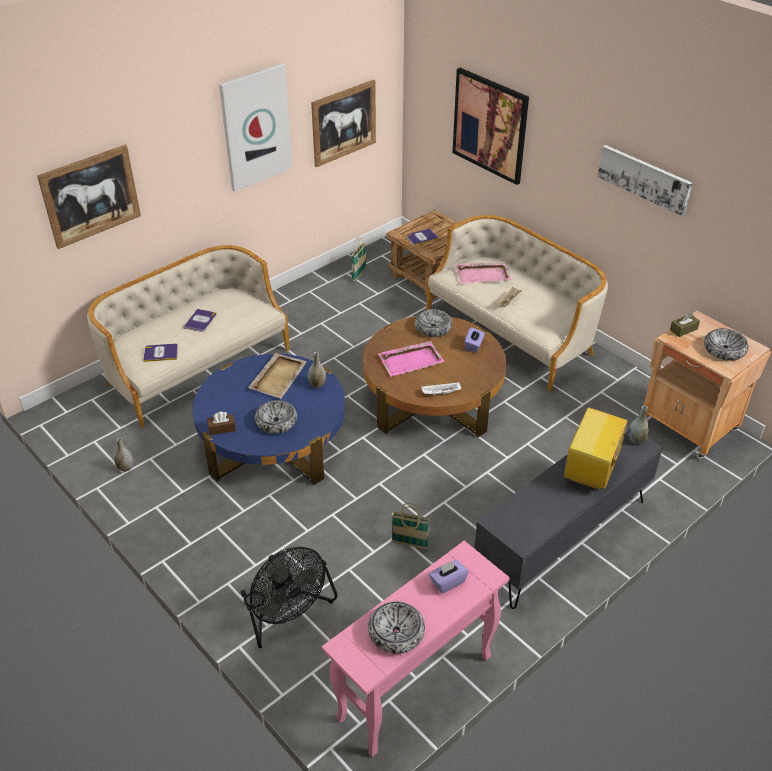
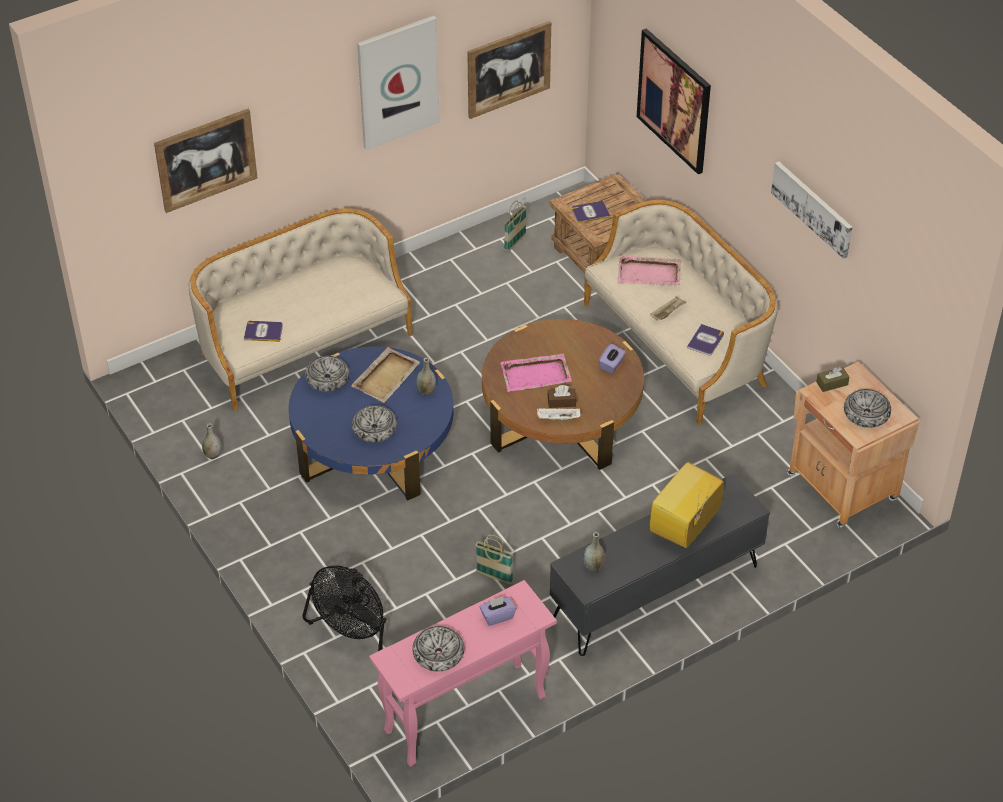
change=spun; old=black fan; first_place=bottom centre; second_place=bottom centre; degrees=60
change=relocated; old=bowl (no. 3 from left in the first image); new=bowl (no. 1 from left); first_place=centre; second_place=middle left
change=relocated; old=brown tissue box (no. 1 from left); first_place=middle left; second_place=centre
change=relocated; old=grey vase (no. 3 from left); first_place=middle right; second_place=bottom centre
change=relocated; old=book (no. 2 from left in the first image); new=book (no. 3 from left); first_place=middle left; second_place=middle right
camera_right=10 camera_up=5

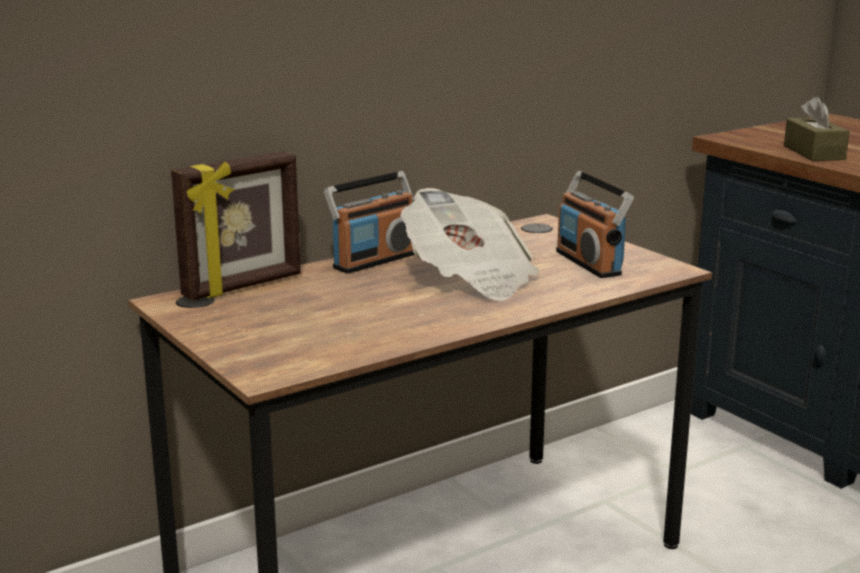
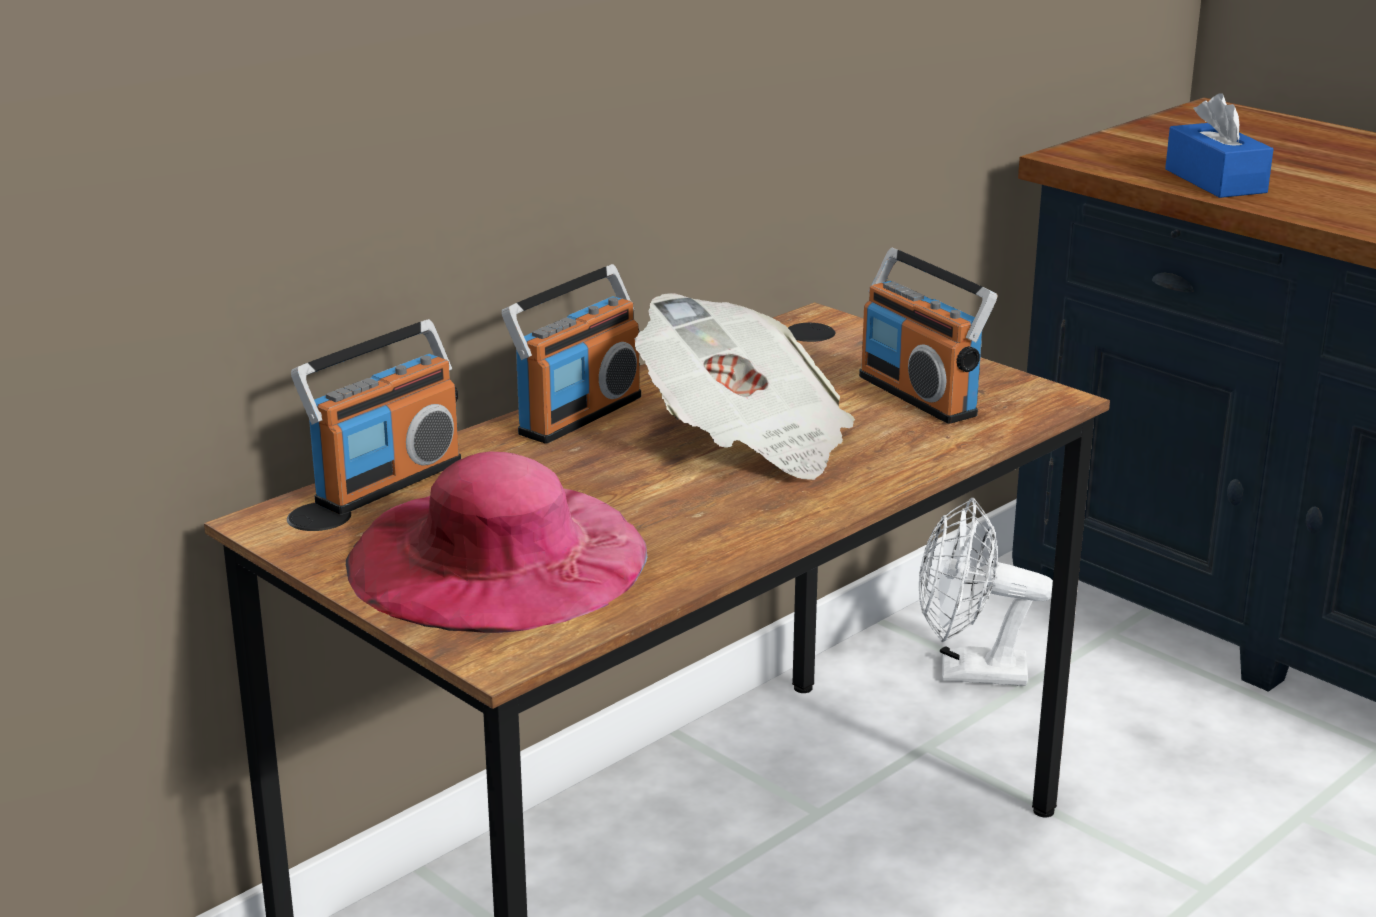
change=exchanged; old=picture frame; new=radio (no. 1 from left); first_place=middle left; second_place=middle left
change=appeared; new=pink hat; second_place=centre
change=appeared; new=white fan; second_place=middle right
change=colour; old=brown tissue box; new=blue tissue box; first_place=top right; second_place=top right
camera_right=-10 camera_up=5

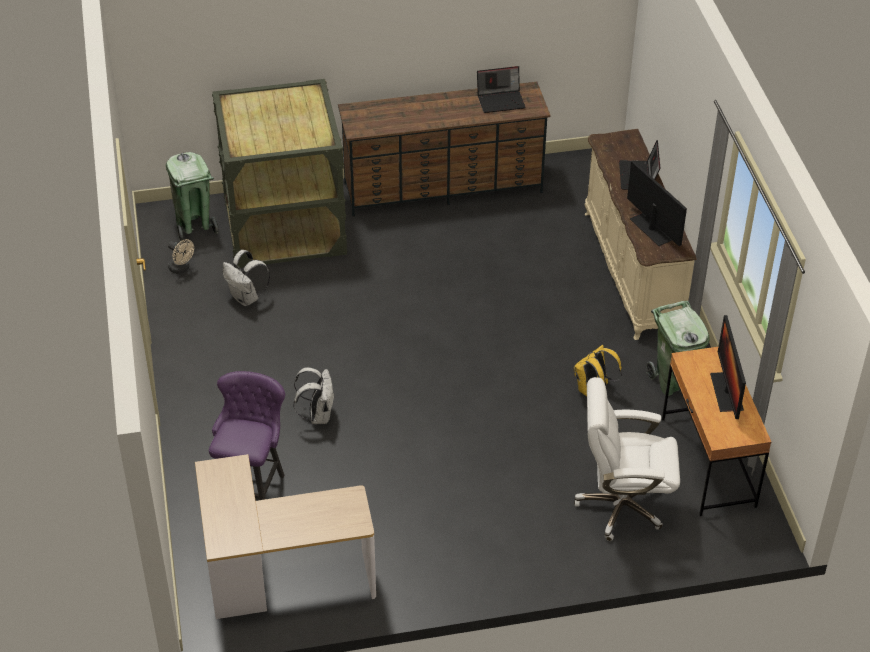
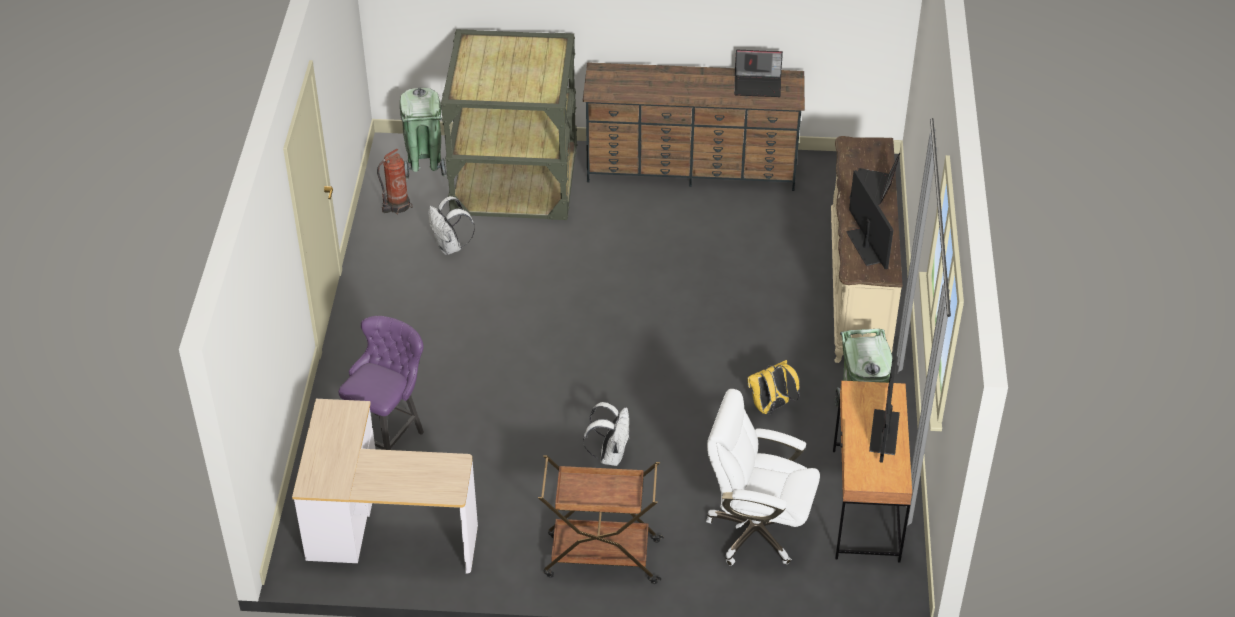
change=exchanged; old=beige fan; new=fire extinguisher; first_place=middle left; second_place=top left
change=appeared; new=brown cart; second_place=bottom centre
change=relocated; old=white backpack (no. 2 from left); first_place=centre; second_place=bottom centre
camera_right=15 camera_up=0

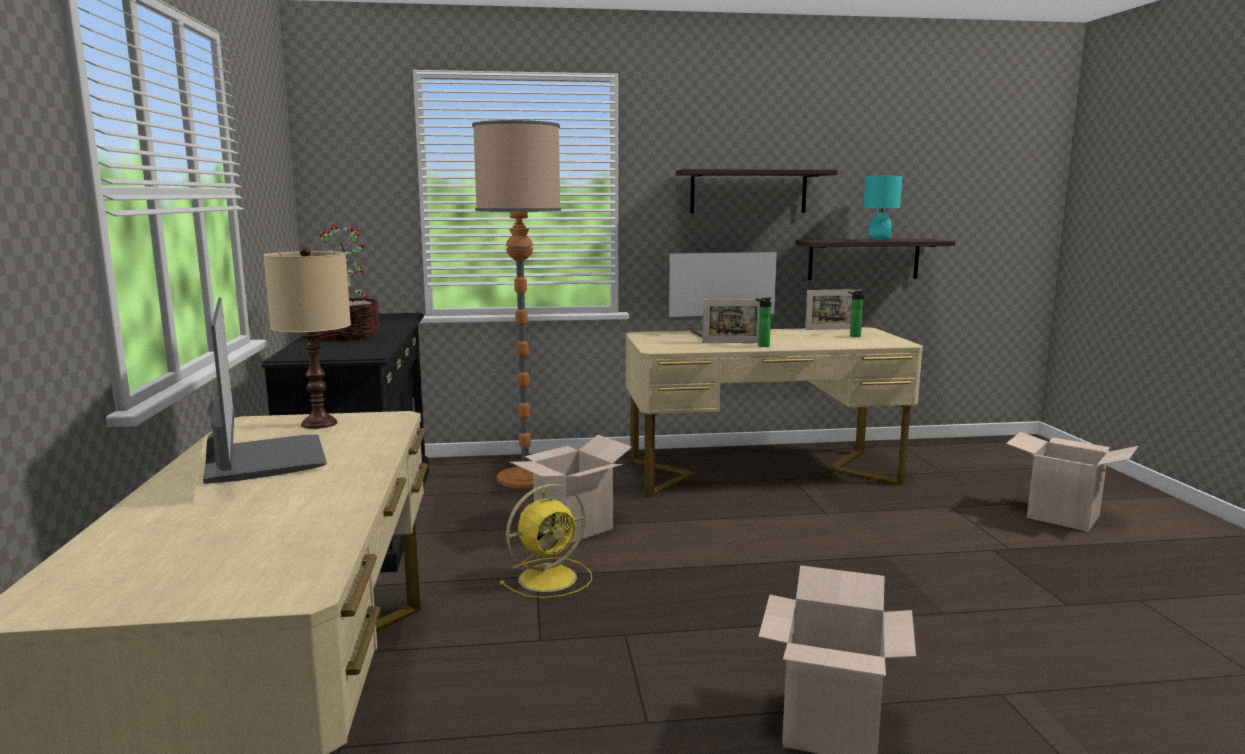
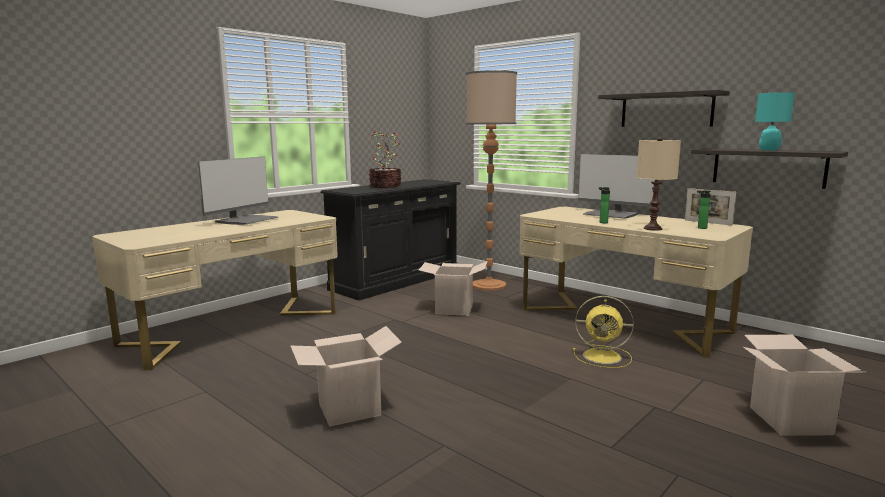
change=relocated; old=yellow fan; first_place=bottom centre; second_place=bottom right
change=relocated; old=beige table lamp; first_place=middle left; second_place=middle right
change=missing; old=picture frame (no. 1 from left); first_place=centre
camera_right=50 camera_up=0

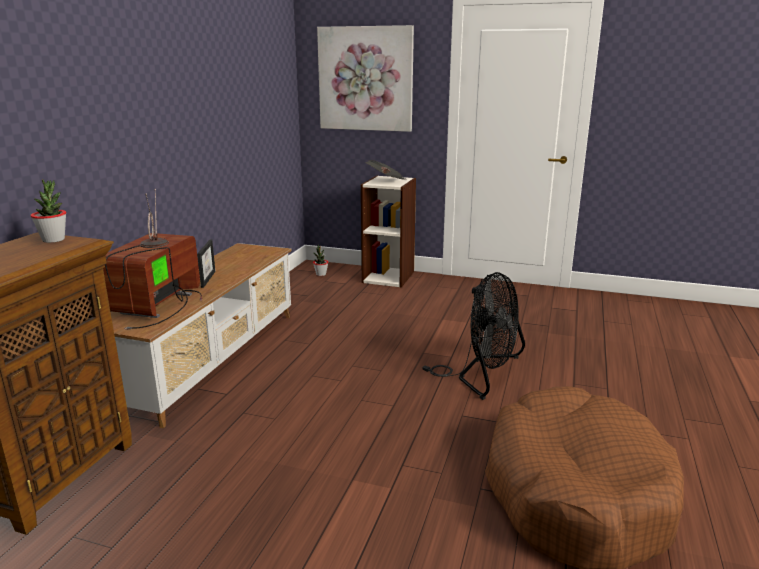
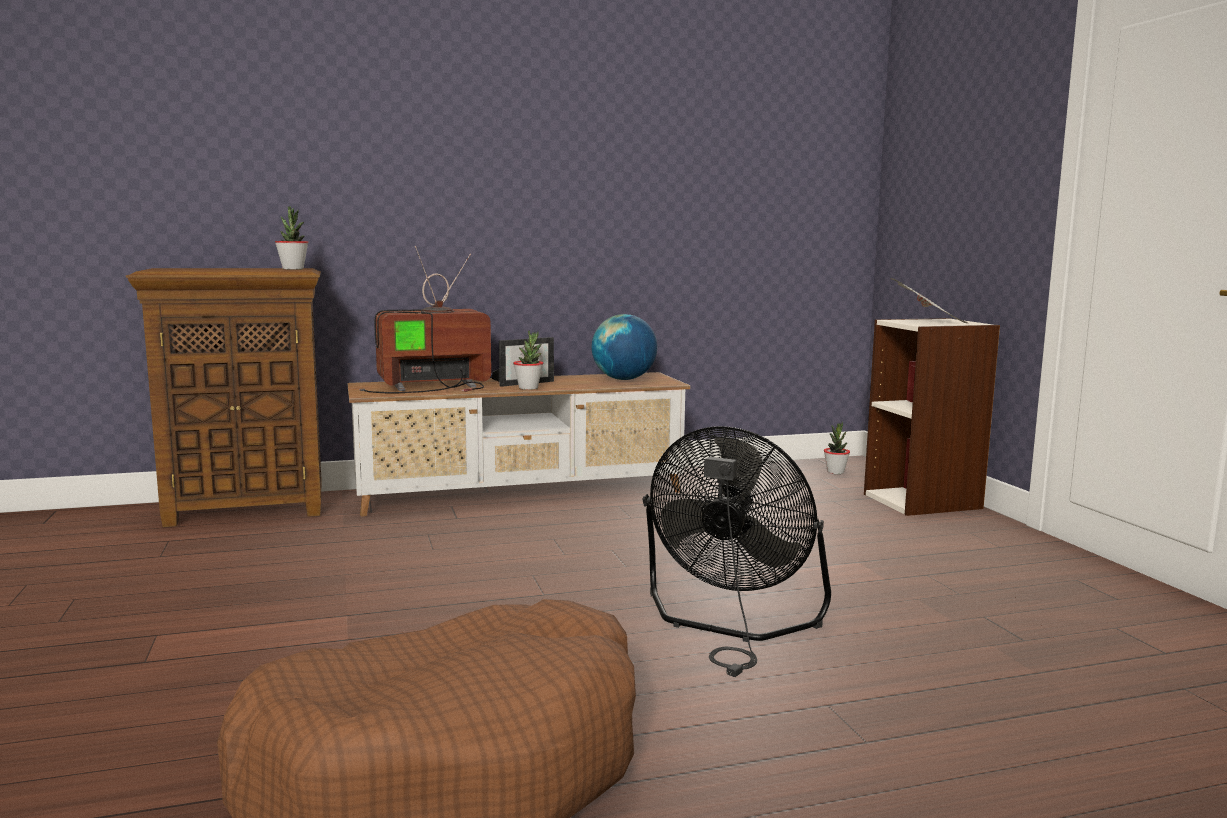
change=appeared; new=potted plant (no. 2 from left); second_place=centre
change=appeared; new=globe; second_place=centre
change=spun; old=black fan; first_place=centre; second_place=bottom centre; degrees=-150
change=missing; old=picture; first_place=top centre
camera_right=55 camera_up=-10

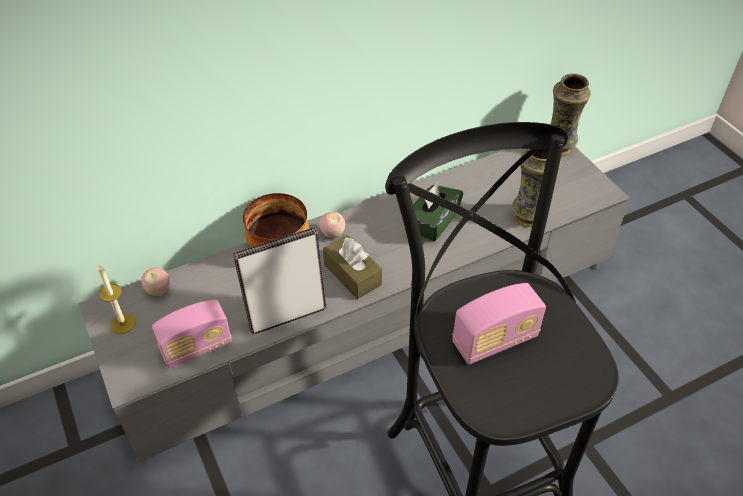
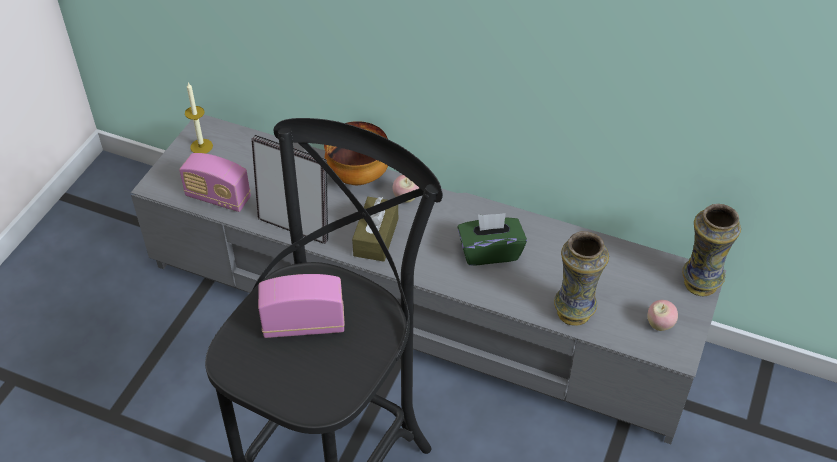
change=spun; old=radio (no. 2 from left); first_place=middle right; second_place=centre; degrees=150
change=relocated; old=apple (no. 1 from left in the first image); new=apple (no. 2 from left); first_place=middle left; second_place=bottom right
camera_right=50 camera_up=0

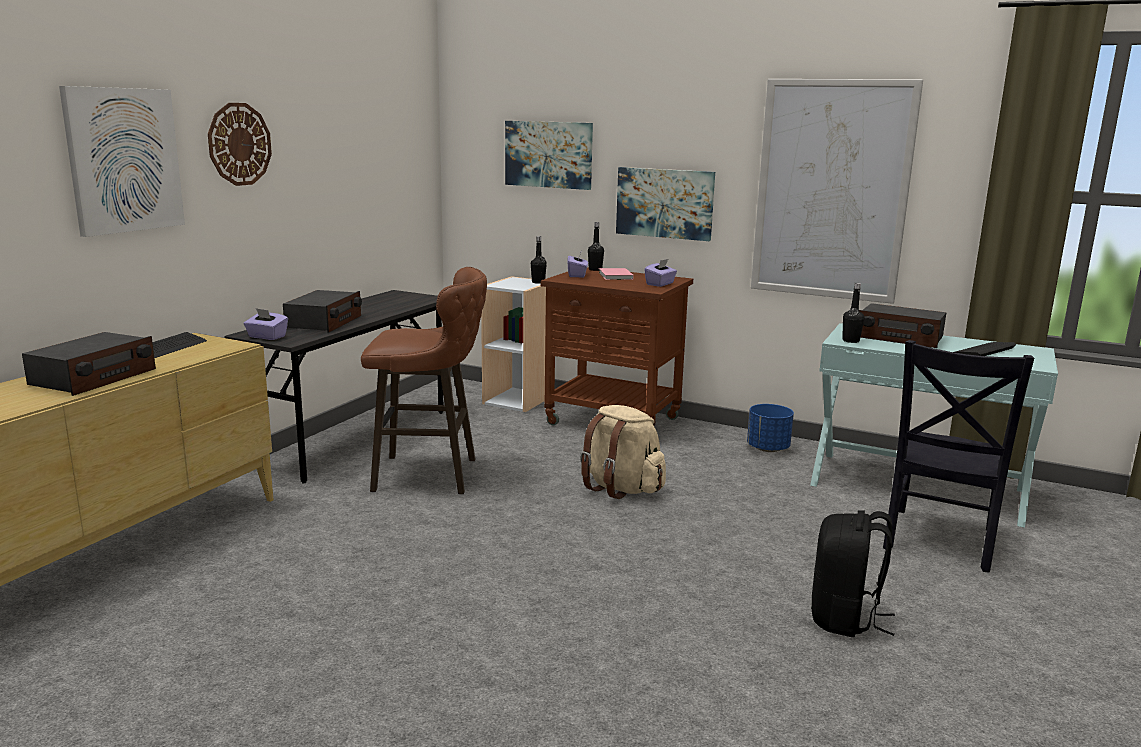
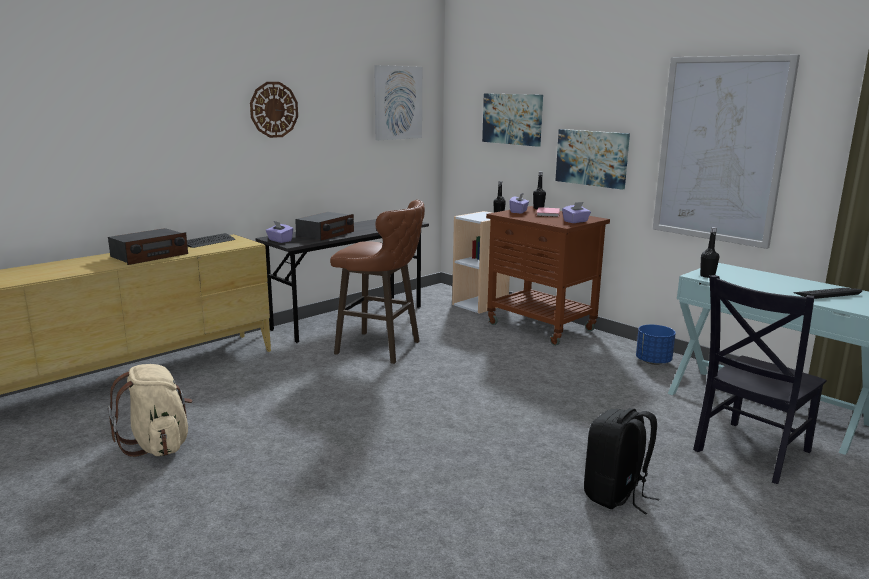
change=relocated; old=beige backpack; first_place=centre; second_place=bottom left
change=relocated; old=picture (no. 1 from left); first_place=top left; second_place=top centre
change=missing; old=radio (no. 3 from left); first_place=middle right
camera_right=20 camera_up=0

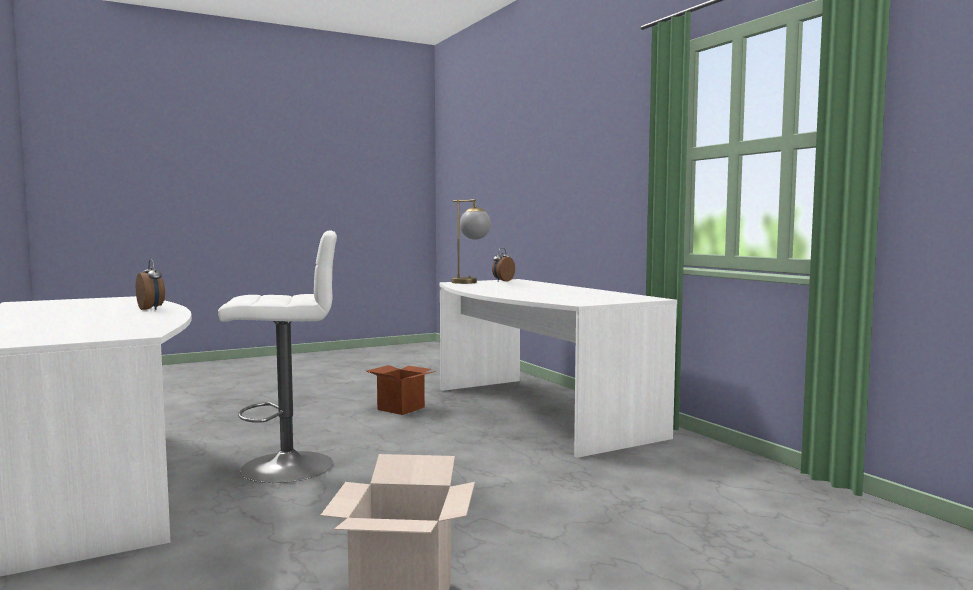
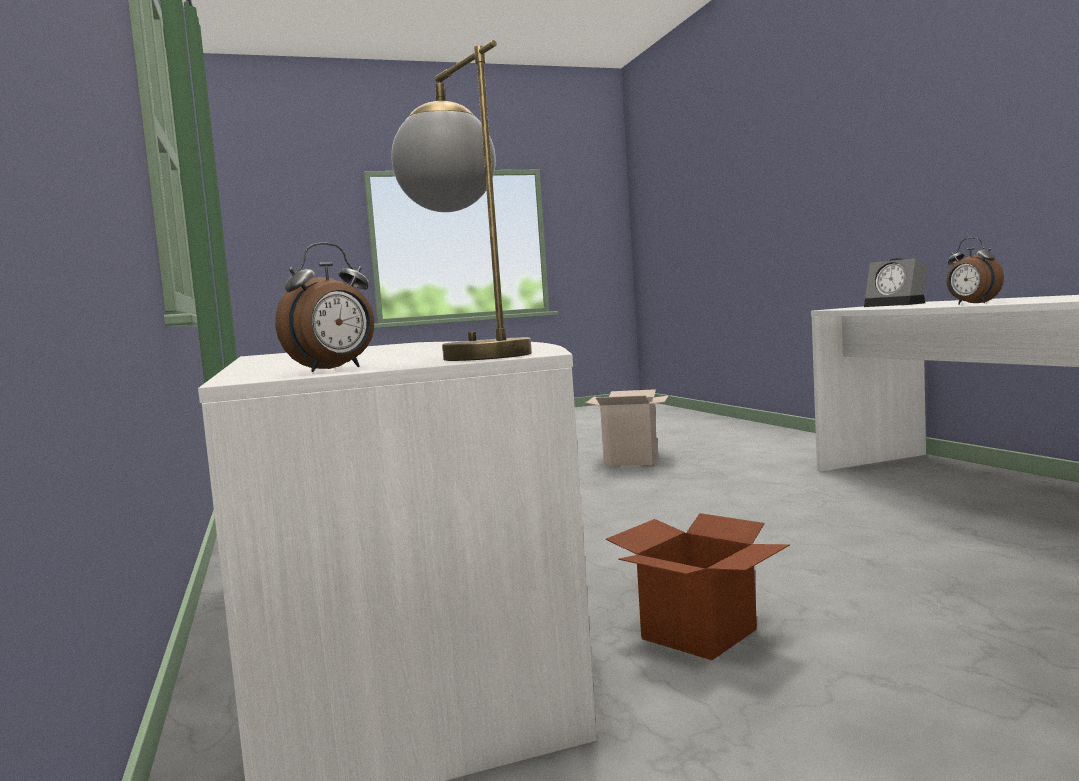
change=appeared; new=alarm clock (no. 2 from left); second_place=middle right
change=missing; old=white stool; first_place=middle left
camera_right=-170 camera_up=0

